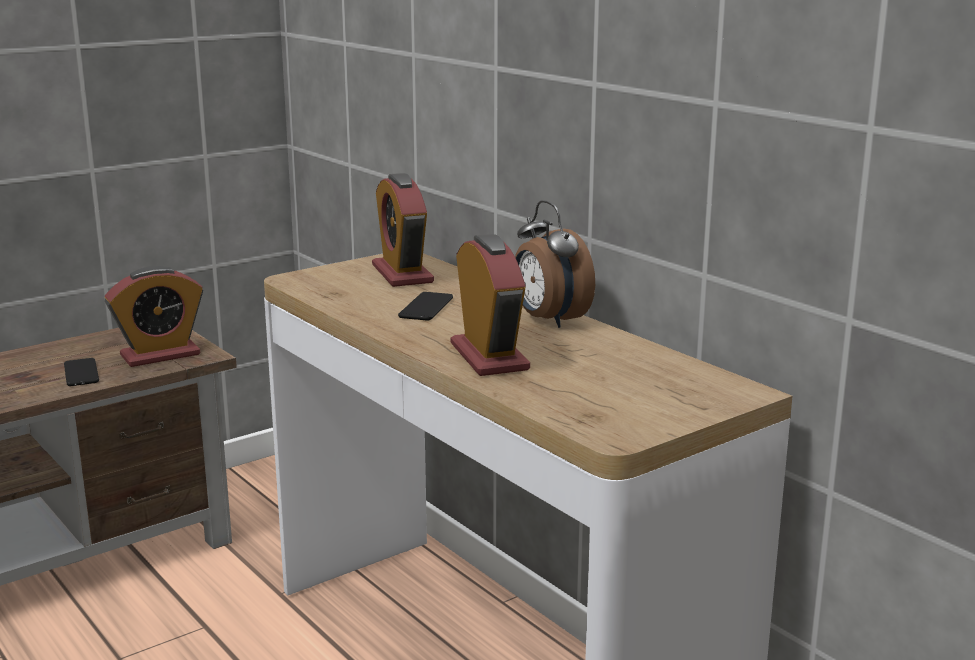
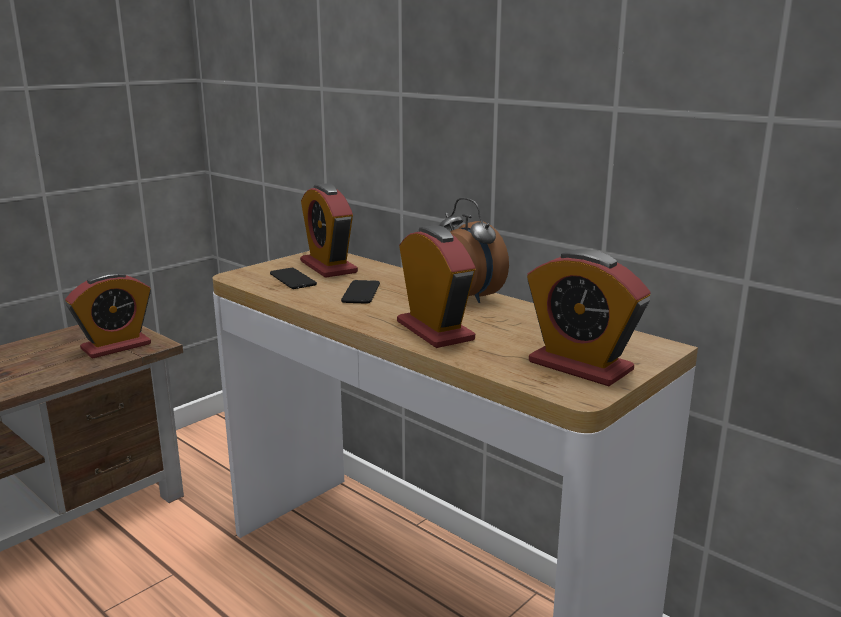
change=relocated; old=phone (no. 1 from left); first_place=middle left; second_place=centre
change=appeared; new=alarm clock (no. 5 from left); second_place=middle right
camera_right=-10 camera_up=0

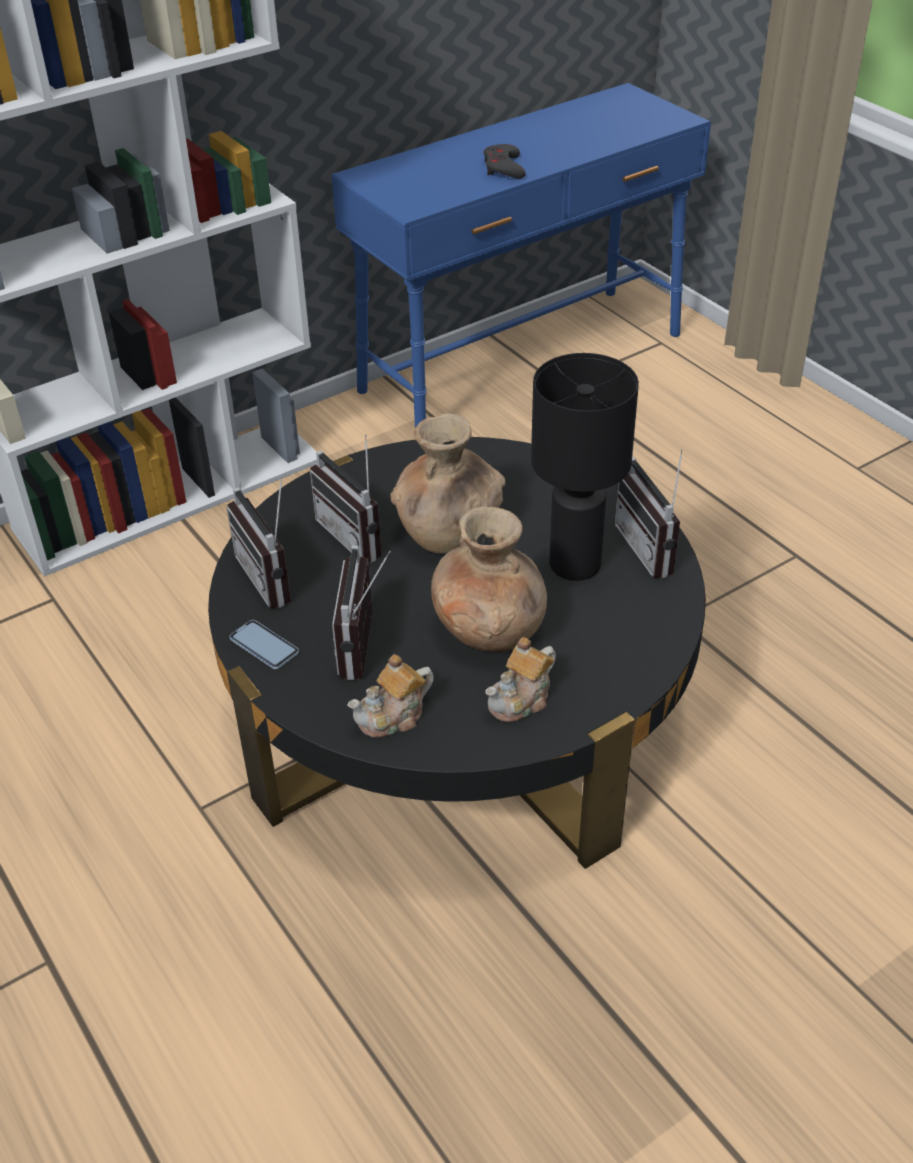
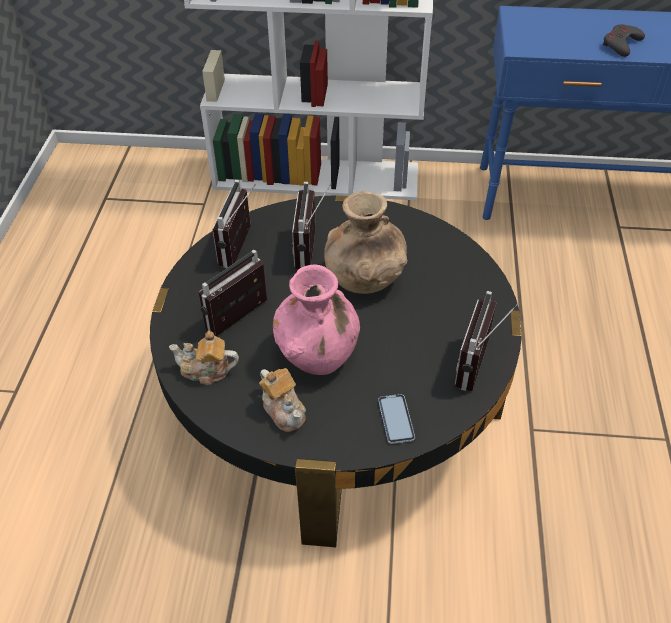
change=spun; old=teapot (no. 2 from left); first_place=centre; second_place=centre; degrees=-120
change=colour; old=brown vase (no. 2 from left); new=pink vase; first_place=centre; second_place=centre
change=relocated; old=phone; first_place=middle left; second_place=bottom centre
change=missing; old=black table lamp; first_place=centre
camera_right=40 camera_up=5

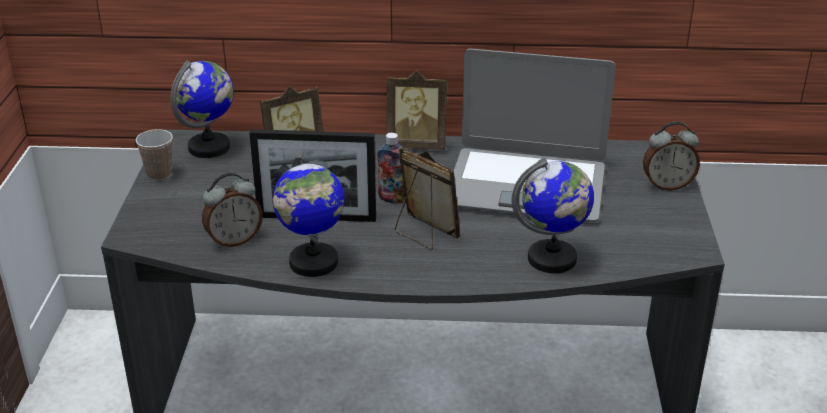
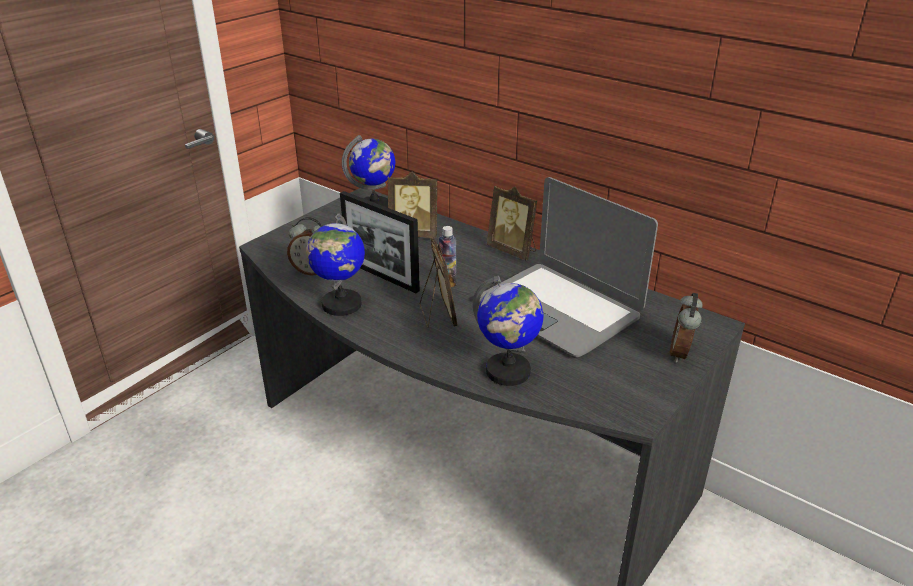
change=spun; old=alarm clock (no. 2 from left); first_place=middle right; second_place=middle right; degrees=75
change=missing; old=cup; first_place=middle left
camera_right=35 camera_up=0

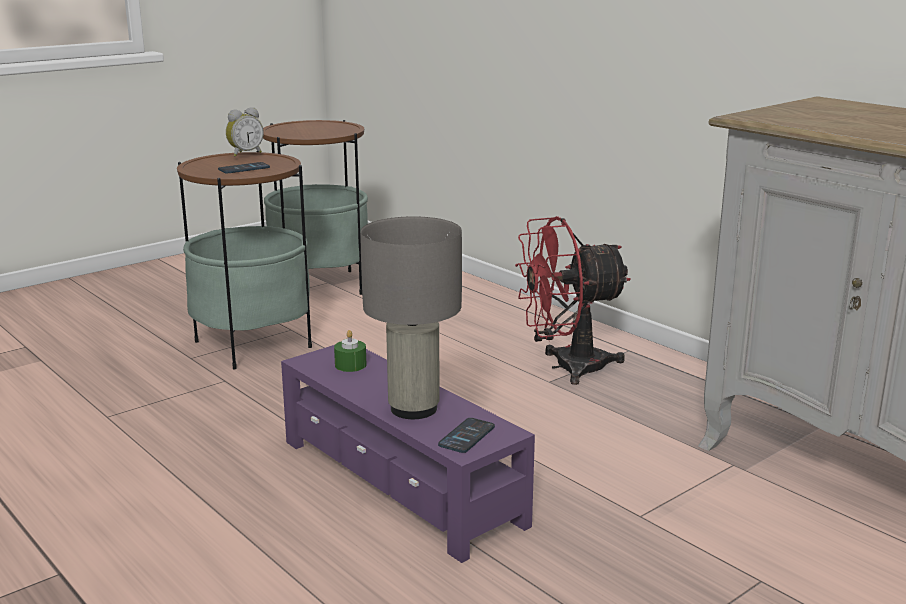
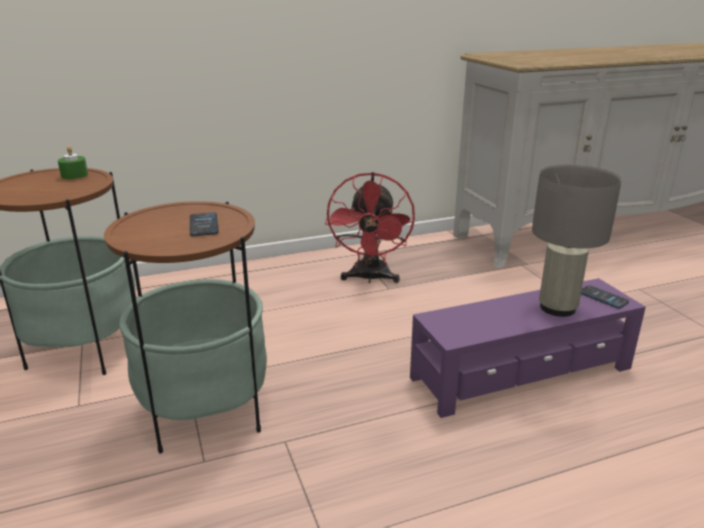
change=relocated; old=green candle; first_place=centre; second_place=top left
change=missing; old=alarm clock; first_place=top left
camera_right=-70 camera_up=5

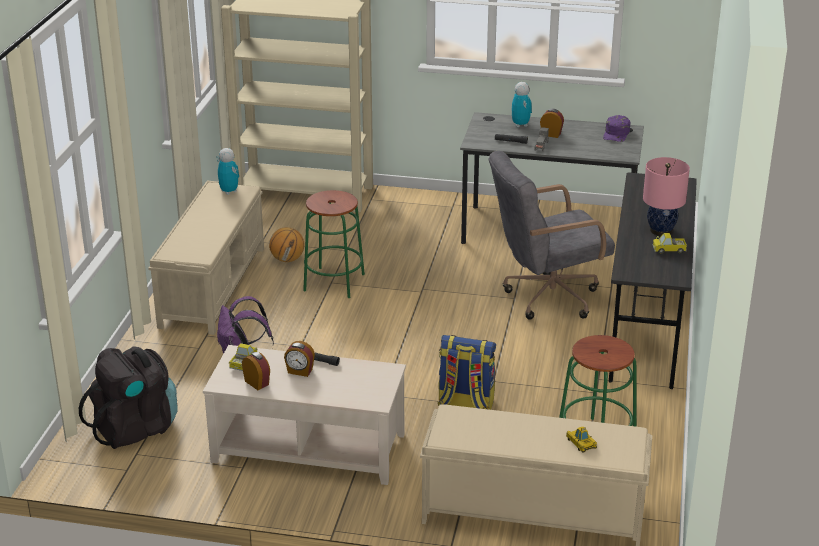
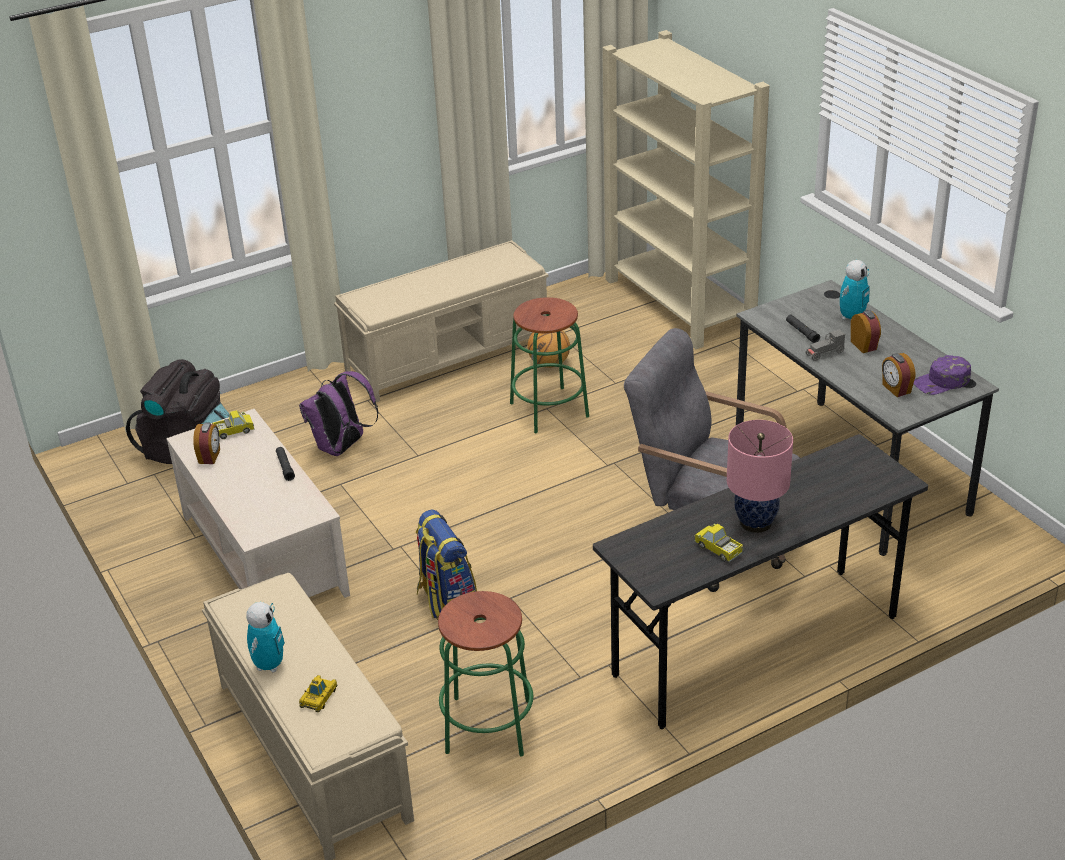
change=relocated; old=toy robot (no. 1 from left); first_place=top left; second_place=bottom left
change=relocated; old=alarm clock (no. 2 from left in the first image); new=alarm clock (no. 3 from left); first_place=centre; second_place=middle right
camera_right=50 camera_up=5

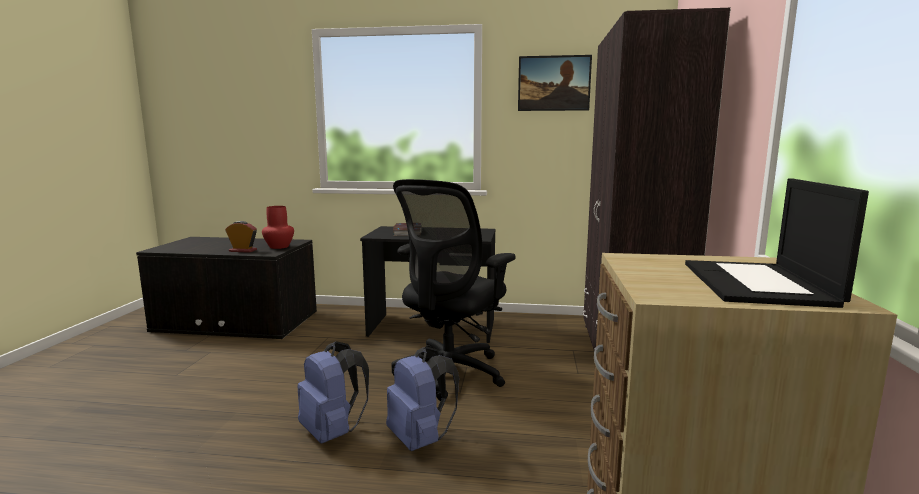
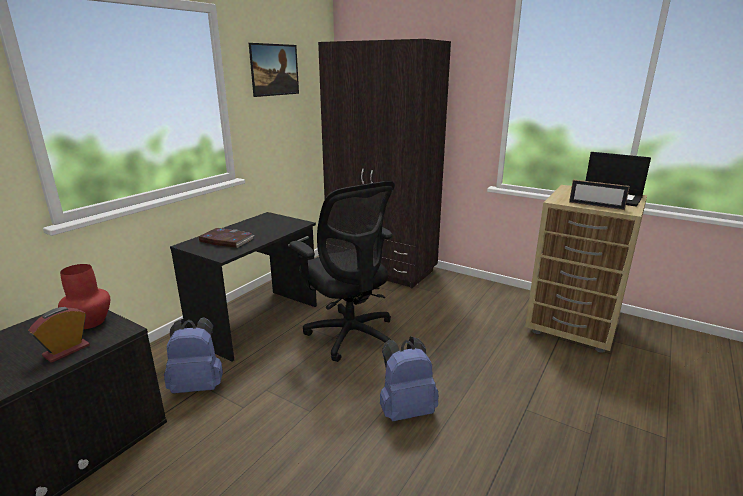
change=relocated; old=blue backpack (no. 2 from left in the first image); new=blue backpack (no. 1 from left); first_place=bottom centre; second_place=bottom left
change=appeared; new=picture frame; second_place=middle right
camera_right=-65 camera_up=10

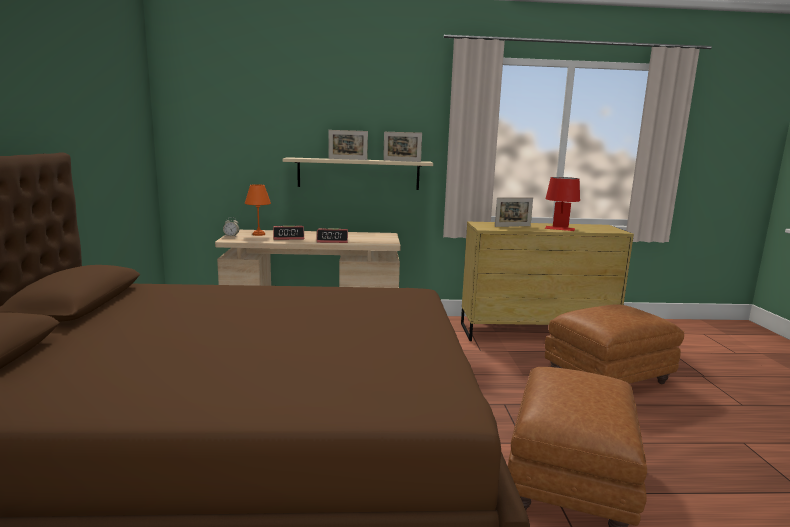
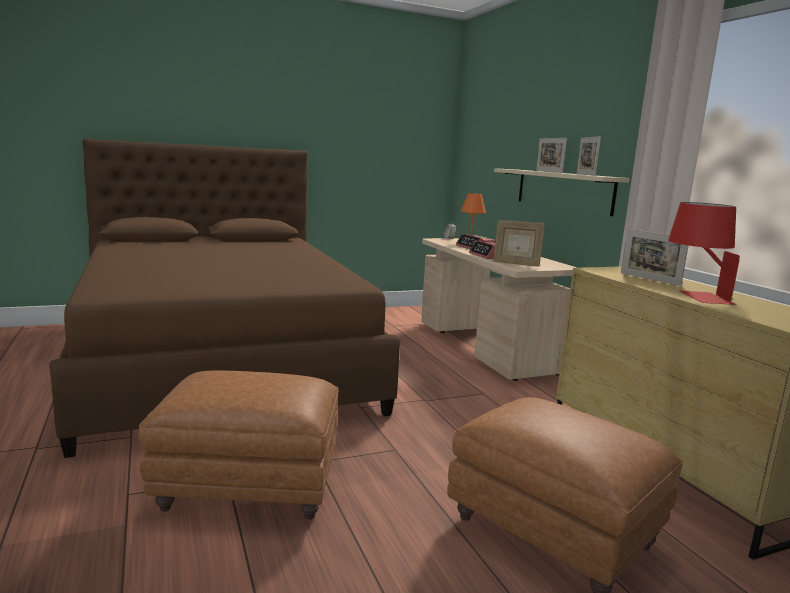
change=appeared; new=picture frame (no. 1 from left); second_place=centre
camera_right=70 camera_up=0

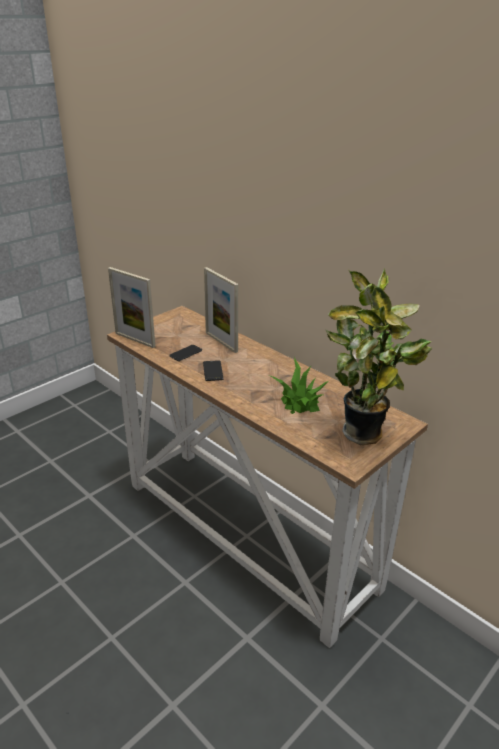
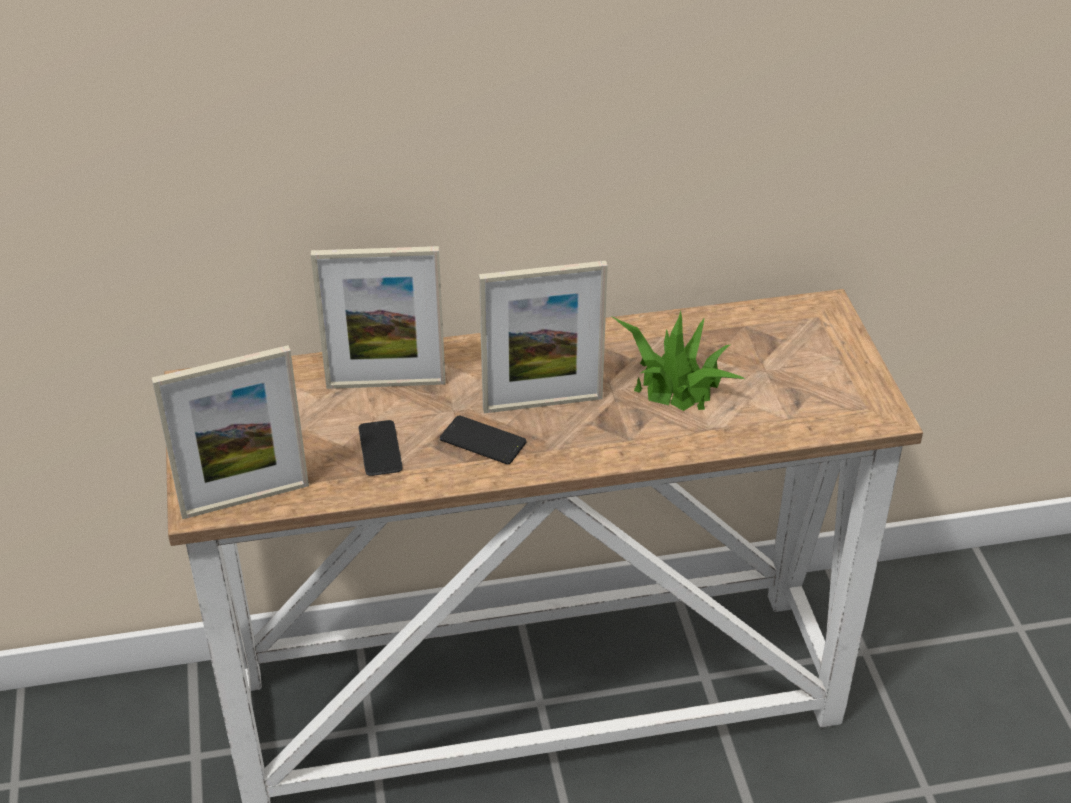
change=appeared; new=picture frame (no. 3 from left); second_place=centre
change=missing; old=potted plant (no. 2 from left); first_place=middle right
camera_right=-55 camera_up=10

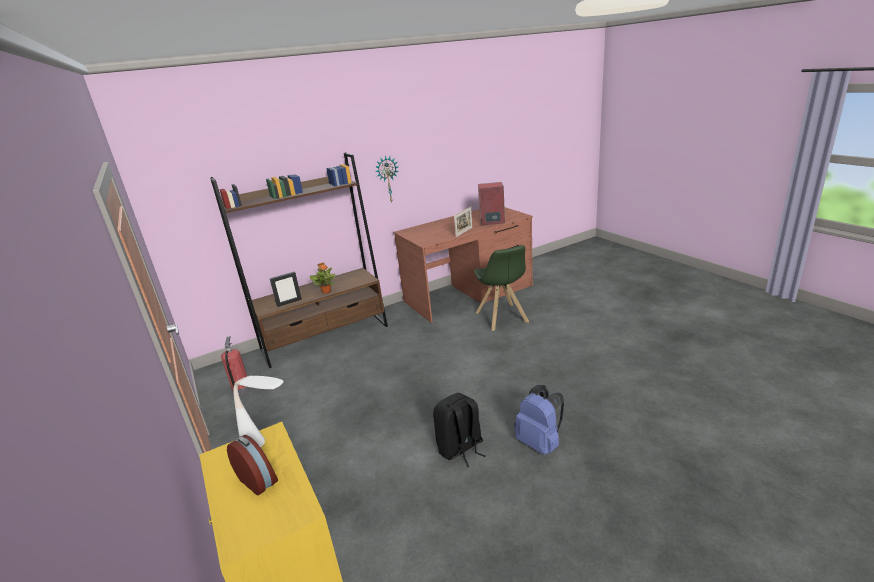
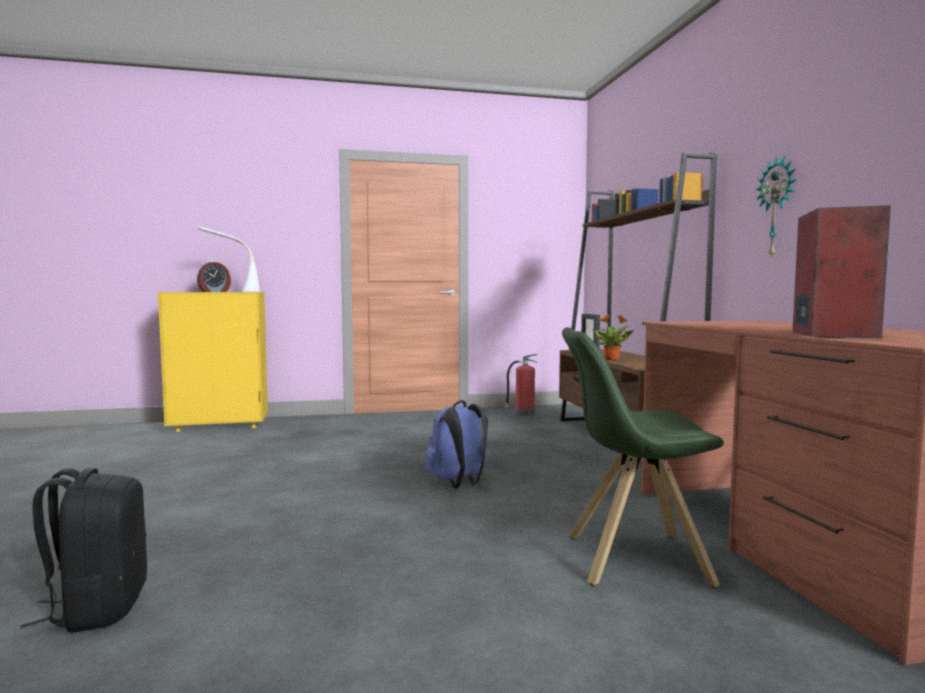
change=relocated; old=black backpack; first_place=bottom centre; second_place=bottom left
change=relocated; old=blue backpack; first_place=bottom centre; second_place=centre
change=missing; old=picture frame (no. 2 from left); first_place=centre
camera_right=105 camera_up=-20

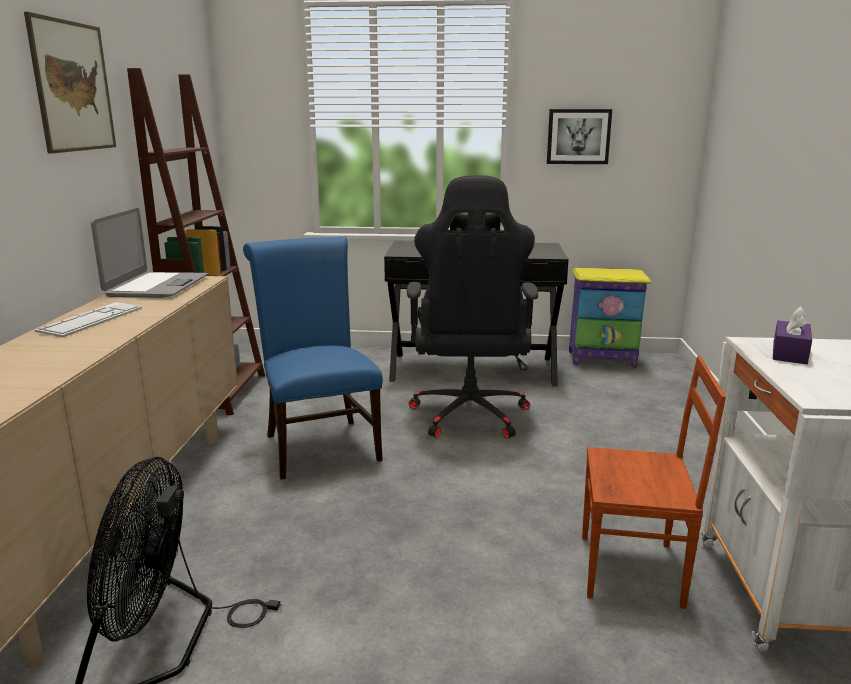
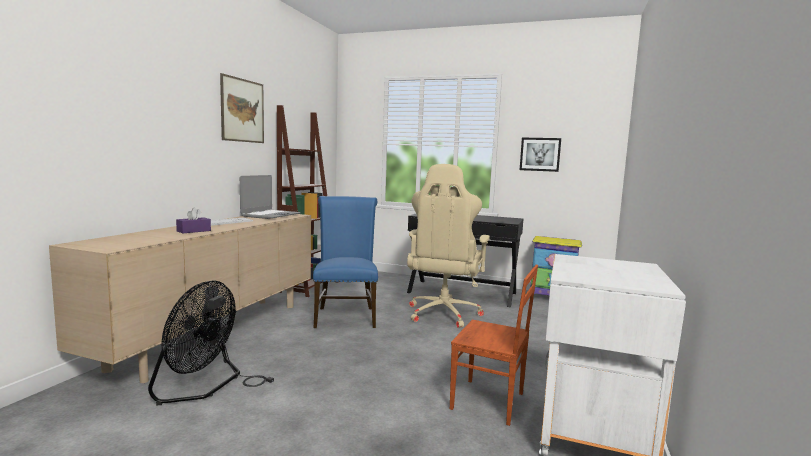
change=relocated; old=purple tissue box; first_place=middle right; second_place=middle left
change=colour; old=black office chair; new=beige office chair; first_place=centre; second_place=centre
camera_right=15 camera_up=-10

